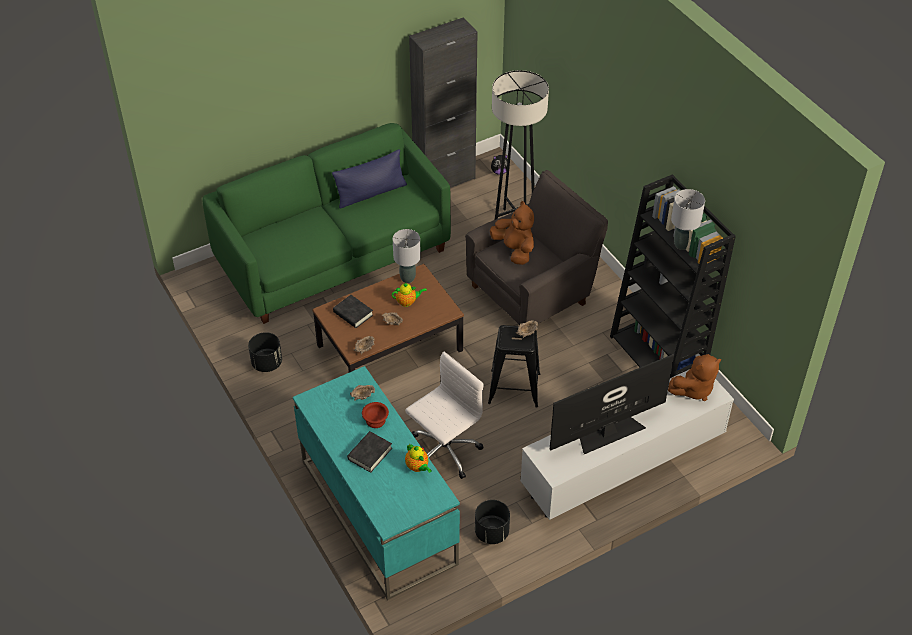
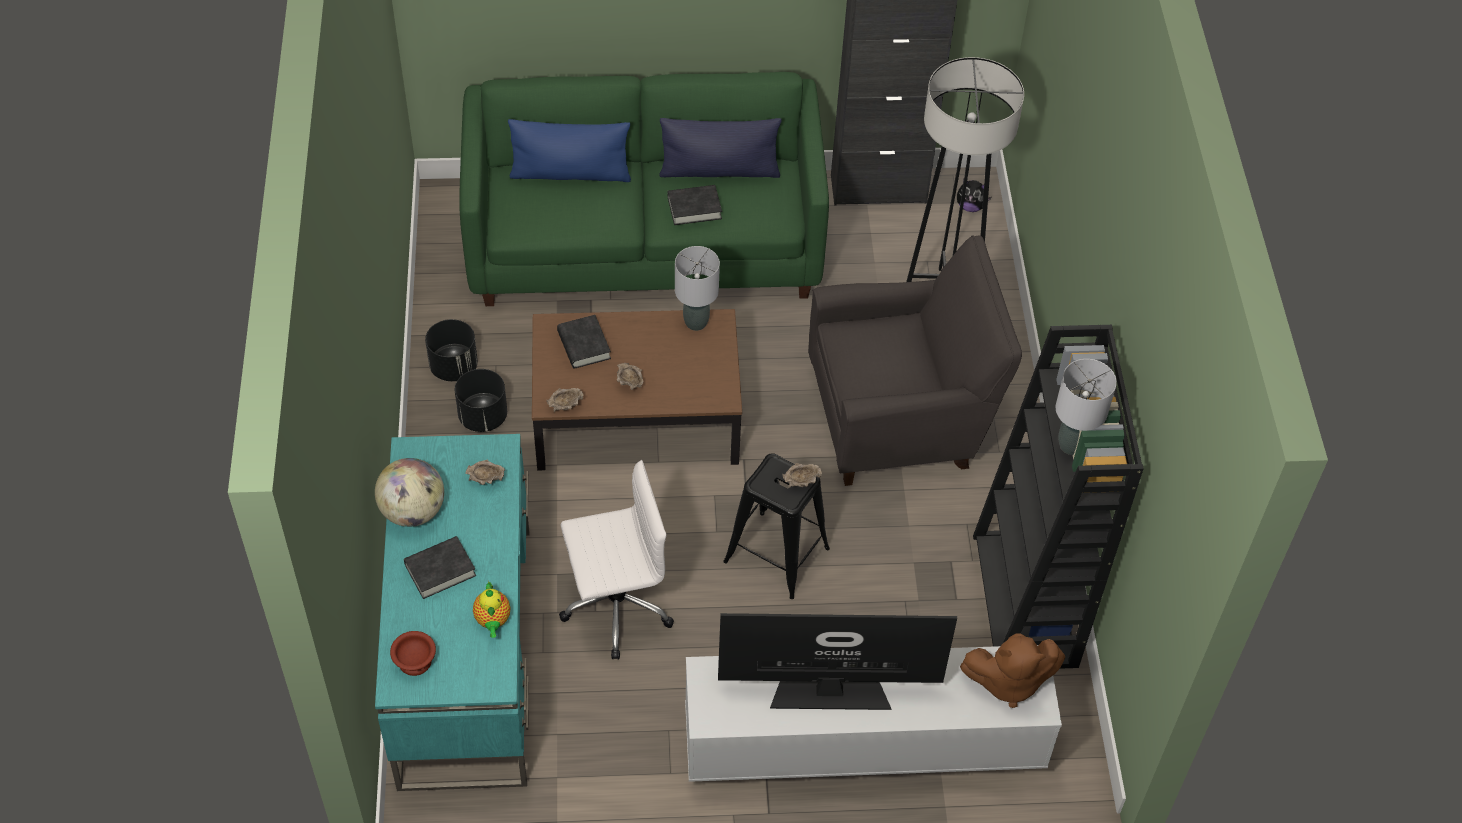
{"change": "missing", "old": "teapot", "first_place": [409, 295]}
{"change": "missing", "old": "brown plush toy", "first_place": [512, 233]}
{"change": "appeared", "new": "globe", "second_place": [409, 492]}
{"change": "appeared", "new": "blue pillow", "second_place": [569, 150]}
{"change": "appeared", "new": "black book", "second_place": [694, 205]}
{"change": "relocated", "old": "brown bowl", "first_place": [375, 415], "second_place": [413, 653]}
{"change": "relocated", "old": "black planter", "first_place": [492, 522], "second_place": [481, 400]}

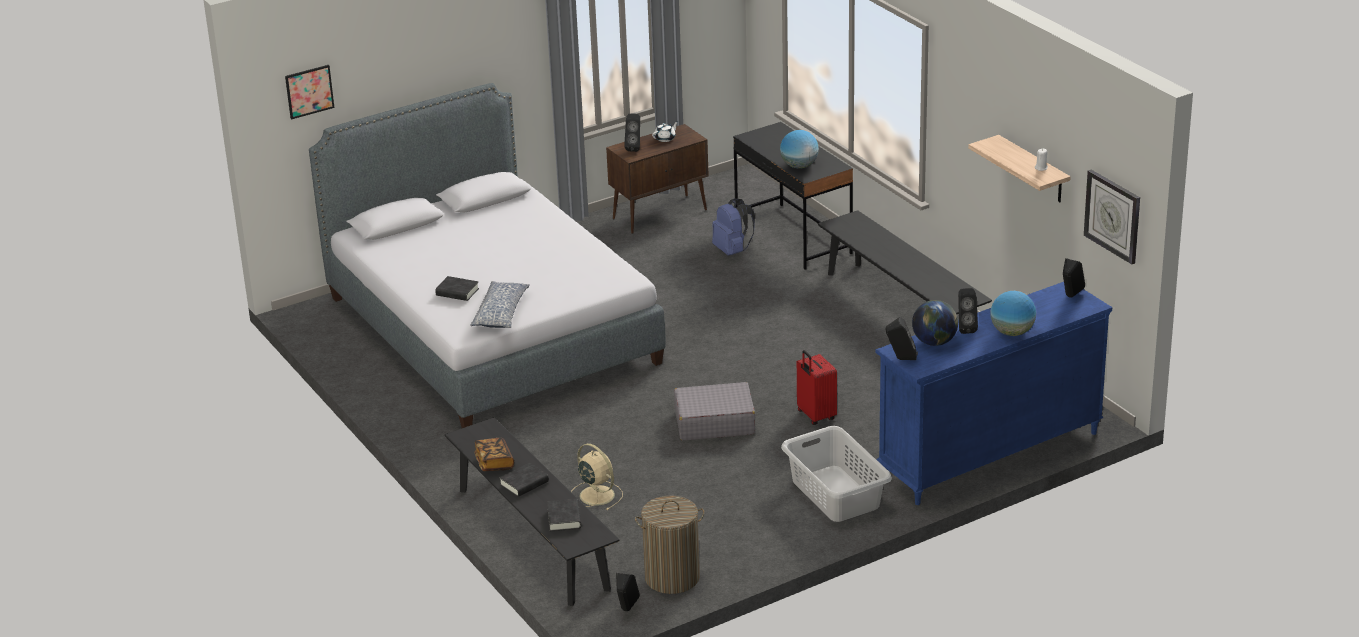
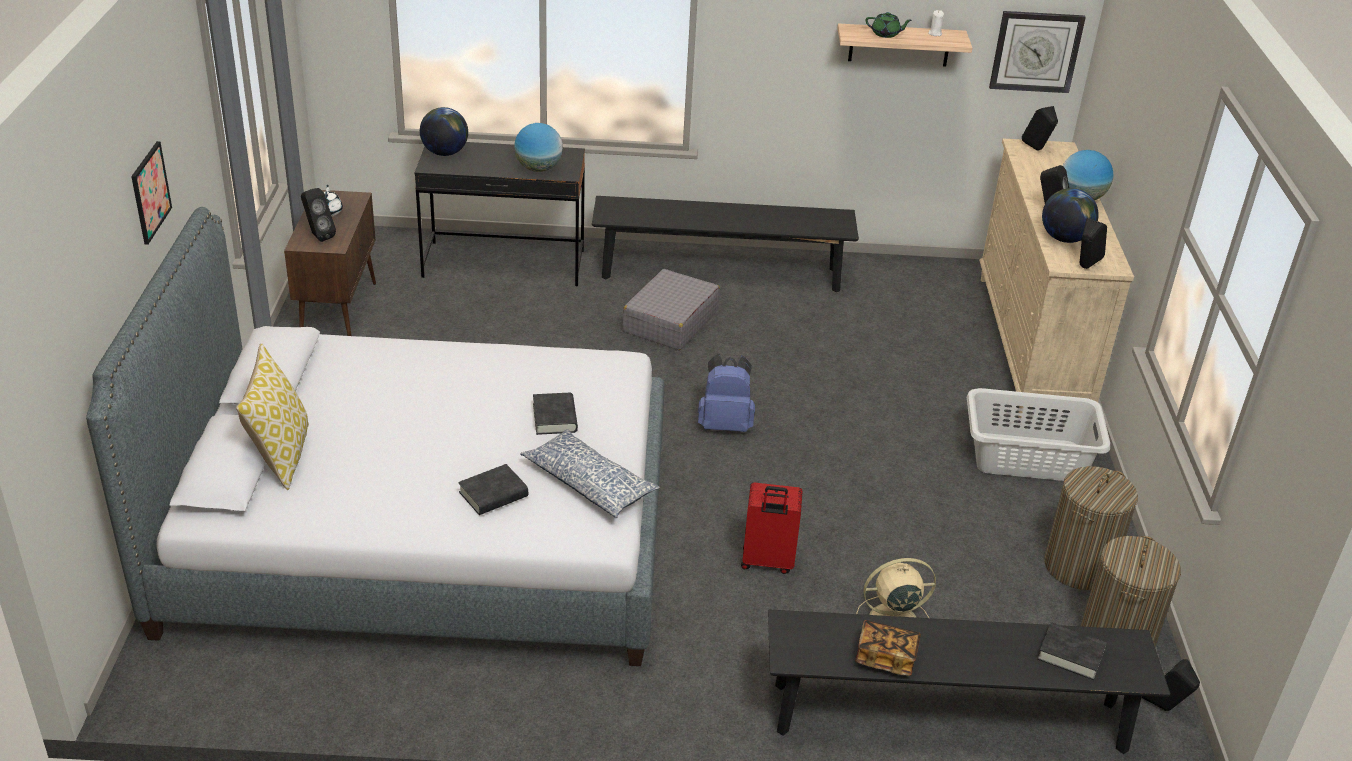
{"change": "appeared", "new": "pillow", "second_place": [272, 416]}
{"change": "appeared", "new": "globe", "second_place": [444, 131]}
{"change": "appeared", "new": "green teapot", "second_place": [889, 25]}
{"change": "appeared", "new": "laundry basket", "second_place": [1091, 528]}
{"change": "relocated", "old": "picture", "first_place": [309, 92], "second_place": [151, 193]}
{"change": "relocated", "old": "black book", "first_place": [524, 480], "second_place": [555, 414]}
{"change": "relocated", "old": "grey suitcase", "first_place": [714, 411], "second_place": [671, 309]}
{"change": "relocated", "old": "blue backpack", "first_place": [733, 227], "second_place": [726, 393]}
{"change": "relocated", "old": "red suitcase", "first_place": [817, 387], "second_place": [772, 528]}
{"change": "colour", "old": "blue dresser", "new": "beige dresser", "first_place": [994, 393], "second_place": [1056, 278]}

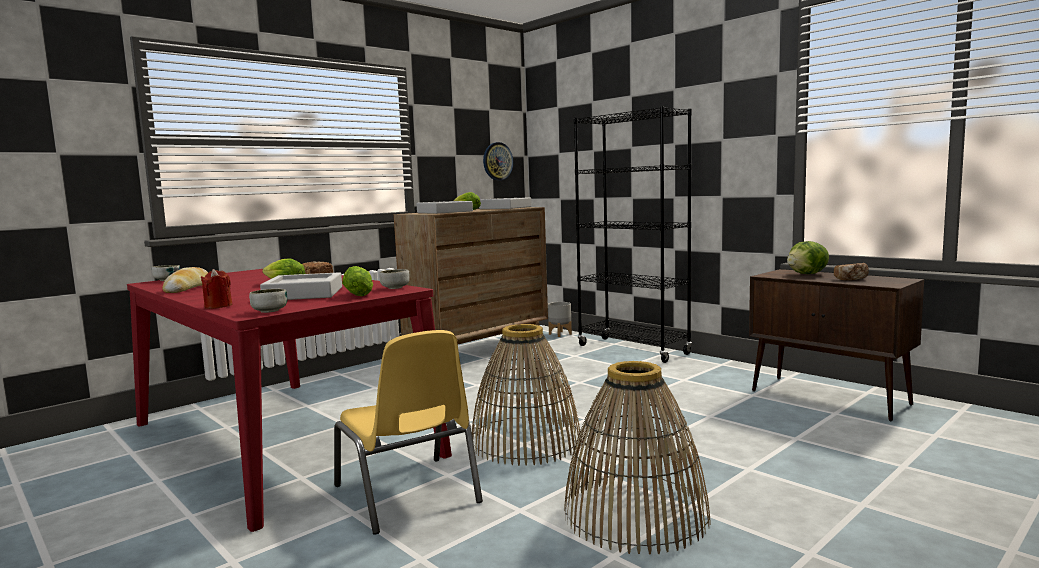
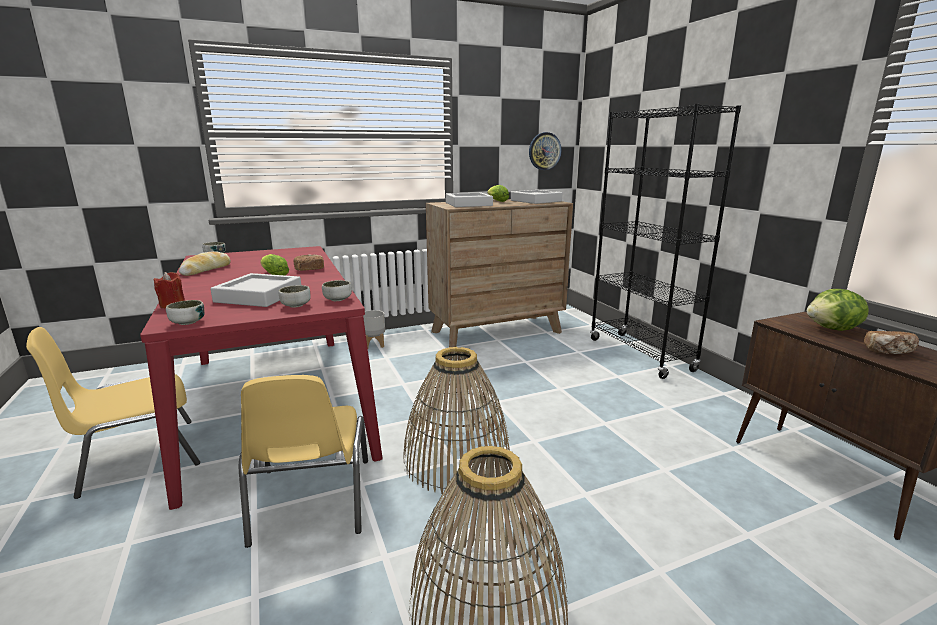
{"change": "appeared", "new": "yellow chair", "second_place": [113, 413]}
{"change": "relocated", "old": "grey planter", "first_place": [560, 319], "second_place": [374, 329]}
{"change": "exchanged", "old": "lettuce", "new": "bowl", "first_place": [357, 281], "second_place": [294, 296]}

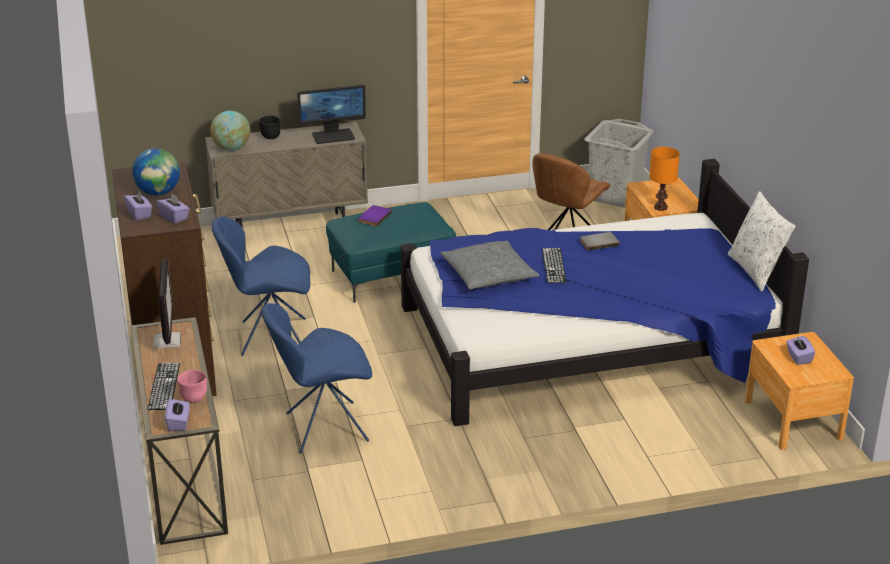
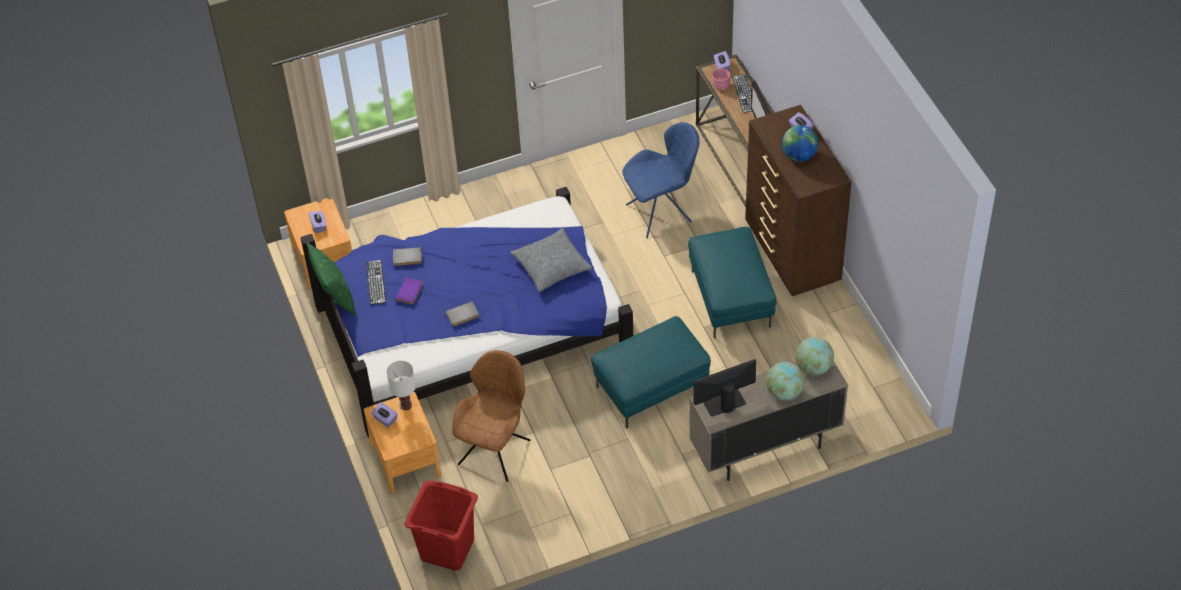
{"change": "appeared", "new": "grey book", "second_place": [407, 256]}
{"change": "relocated", "old": "purple tissue box", "first_place": [173, 208], "second_place": [384, 414]}
{"change": "relocated", "old": "purple book", "first_place": [375, 216], "second_place": [409, 290]}
{"change": "relocated", "old": "keyboard", "first_place": [554, 265], "second_place": [376, 282]}
{"change": "exchanged", "old": "blue chair", "new": "turquoise ottoman", "first_place": [261, 286], "second_place": [732, 282]}
{"change": "exchanged", "old": "black bowl", "new": "globe", "first_place": [269, 127], "second_place": [785, 381]}
{"change": "colour", "old": "grey laundry basket", "new": "red laundry basket", "first_place": [619, 163], "second_place": [441, 525]}
{"change": "colour", "old": "orange table lamp", "new": "white table lamp", "first_place": [664, 179], "second_place": [401, 385]}
{"change": "colour", "old": "white pillow", "new": "green pillow", "first_place": [762, 241], "second_place": [331, 278]}

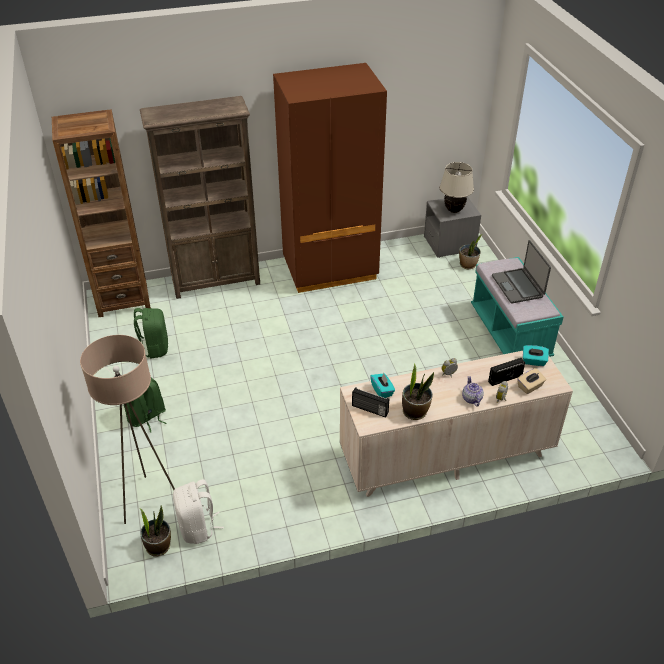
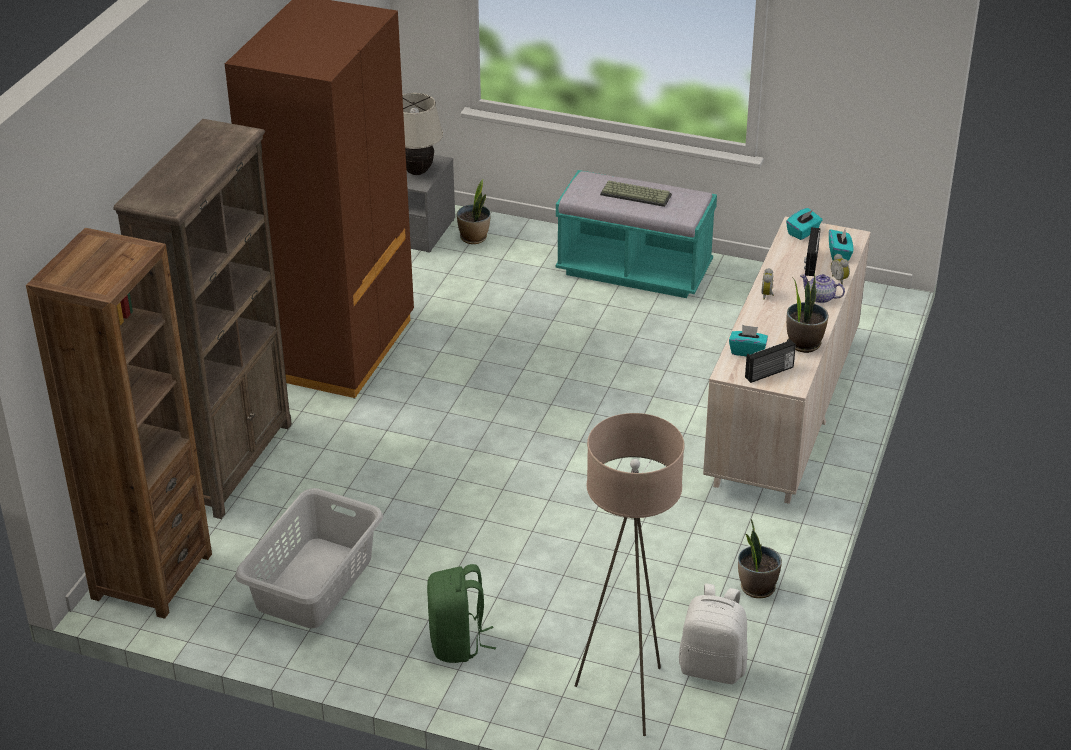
{"change": "relocated", "old": "potted plant", "first_place": [155, 531], "second_place": [760, 558]}
{"change": "exchanged", "old": "green backpack", "new": "grey laundry basket", "first_place": [151, 333], "second_place": [309, 558]}
{"change": "exchanged", "old": "laptop", "new": "keyboard", "first_place": [521, 271], "second_place": [636, 193]}
{"change": "colour", "old": "beige tissue box", "new": "turquoise tissue box", "first_place": [531, 381], "second_place": [841, 244]}

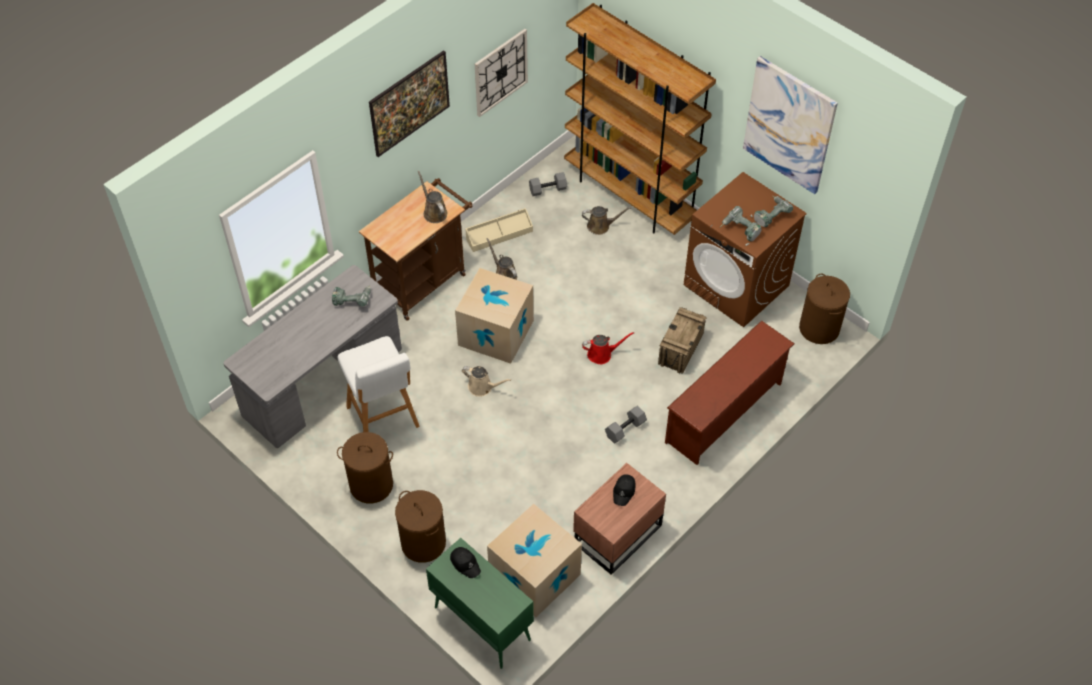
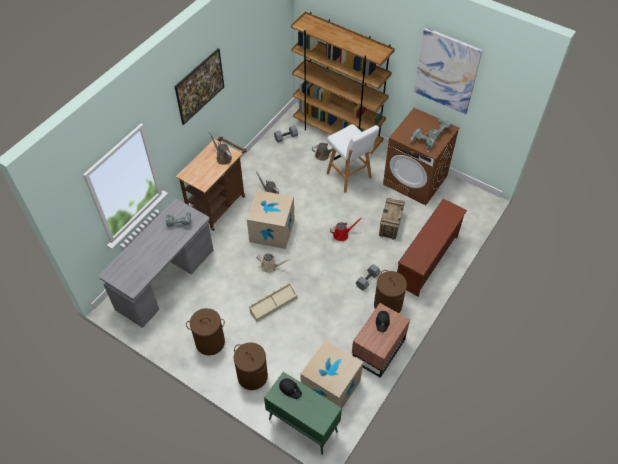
{"change": "missing", "old": "wall clock", "first_place": [501, 73]}
{"change": "relocated", "old": "white stool", "first_place": [379, 384], "second_place": [352, 158]}
{"change": "relocated", "old": "beige storage box", "first_place": [499, 230], "second_place": [273, 302]}
{"change": "relocated", "old": "brown laundry basket", "first_place": [824, 309], "second_place": [390, 291]}

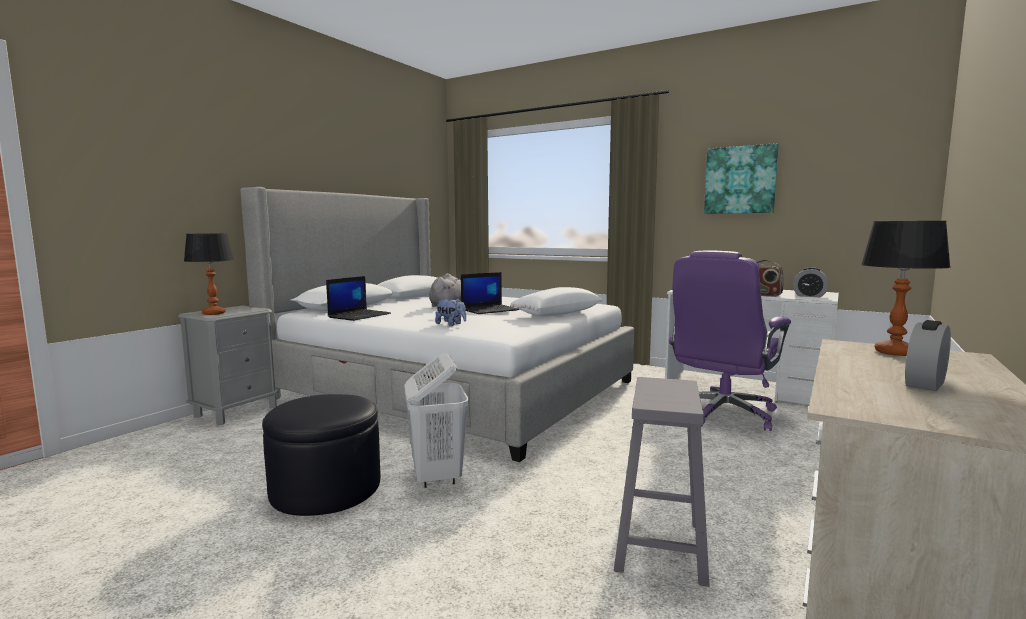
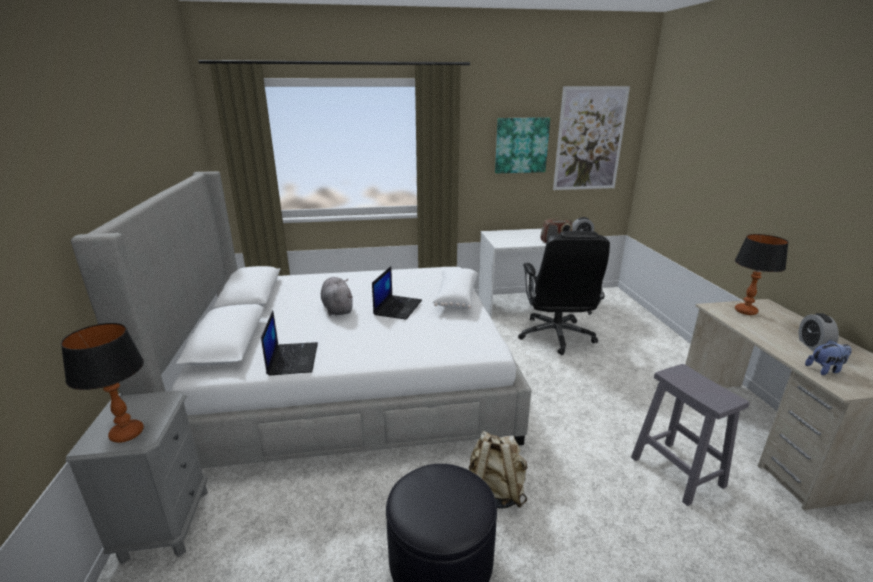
{"change": "appeared", "new": "picture", "second_place": [591, 138]}
{"change": "relocated", "old": "plush toy", "first_place": [450, 312], "second_place": [828, 357]}
{"change": "exchanged", "old": "white laundry basket", "new": "beige backpack", "first_place": [437, 420], "second_place": [498, 470]}
{"change": "colour", "old": "purple office chair", "new": "black office chair", "first_place": [730, 341], "second_place": [564, 293]}

